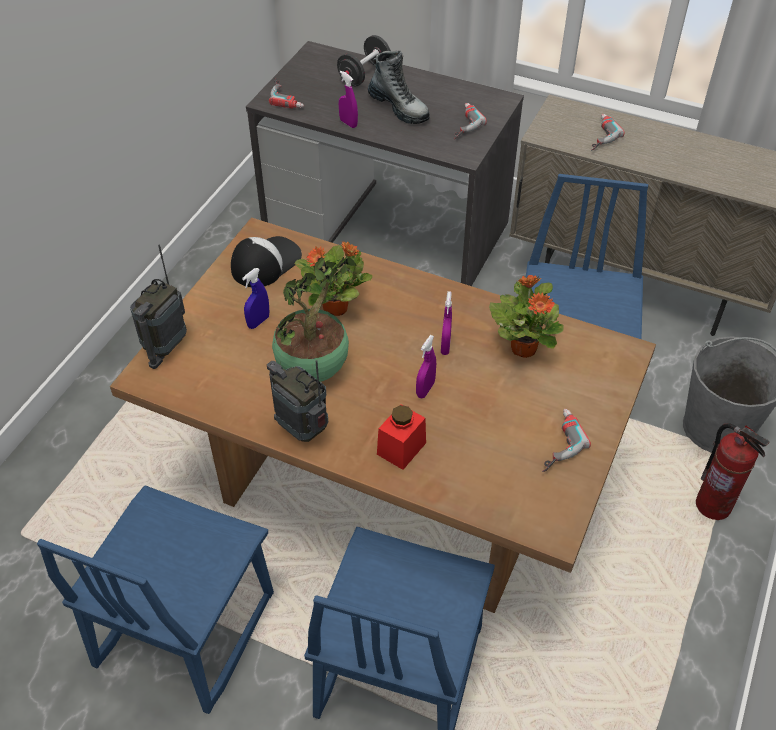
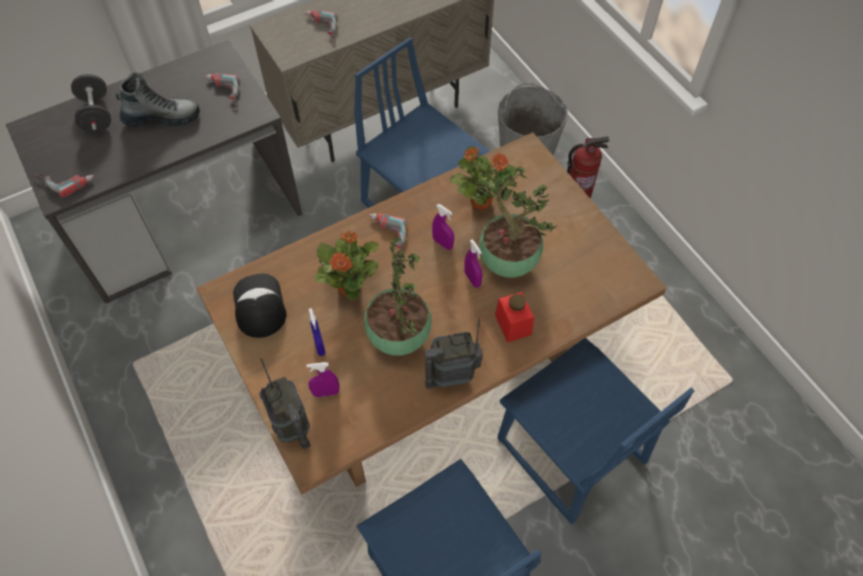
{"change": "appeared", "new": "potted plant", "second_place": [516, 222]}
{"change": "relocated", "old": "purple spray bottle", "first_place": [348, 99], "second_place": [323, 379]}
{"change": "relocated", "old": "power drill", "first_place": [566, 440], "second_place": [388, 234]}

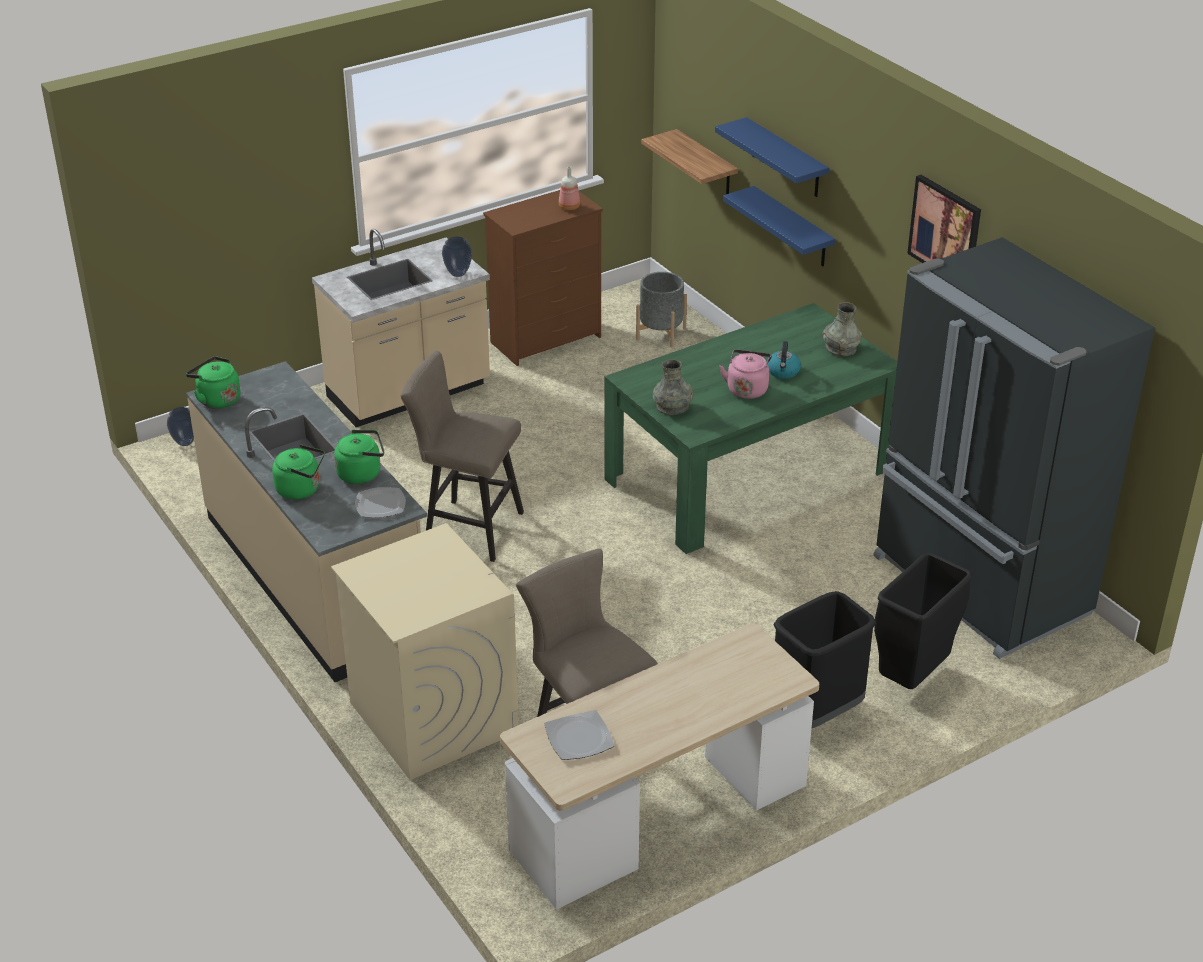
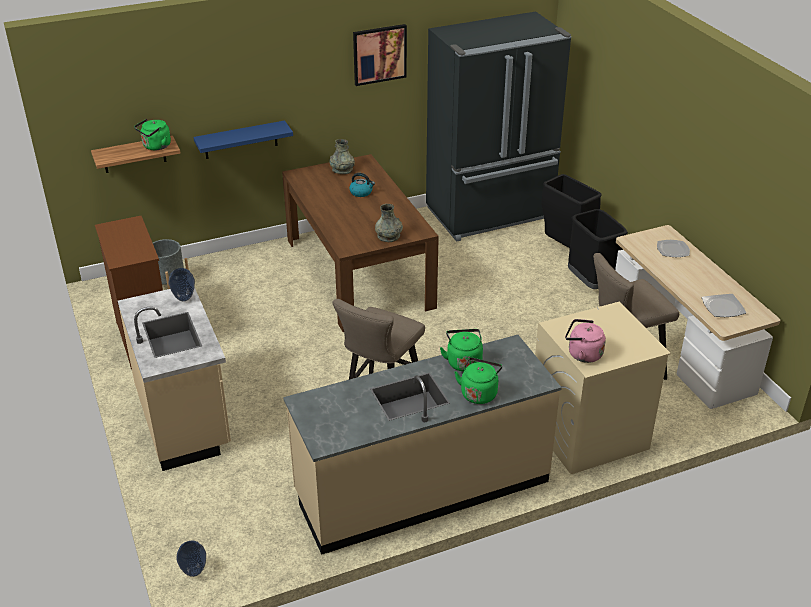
{"change": "missing", "old": "bottle", "first_place": [569, 188]}
{"change": "missing", "old": "blue shelf", "first_place": [772, 157]}
{"change": "relocated", "old": "green kettle", "first_place": [213, 382], "second_place": [152, 134]}
{"change": "relocated", "old": "plate", "first_place": [380, 502], "second_place": [673, 248]}
{"change": "relocated", "old": "pink kettle", "first_place": [745, 374], "second_place": [585, 341]}
{"change": "colour", "old": "green dining table", "new": "brown dining table", "first_place": [750, 428], "second_place": [360, 243]}

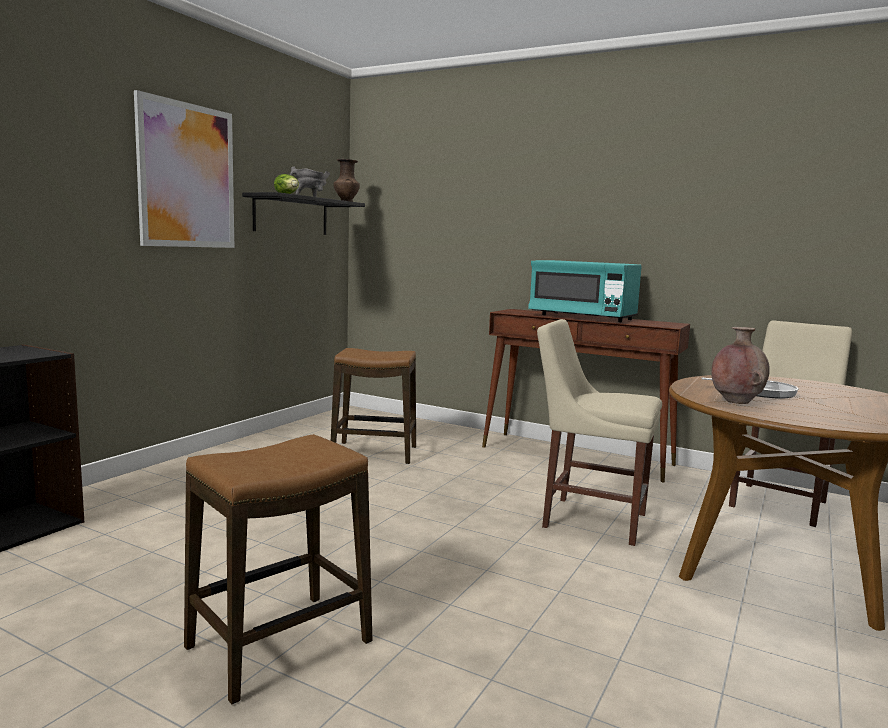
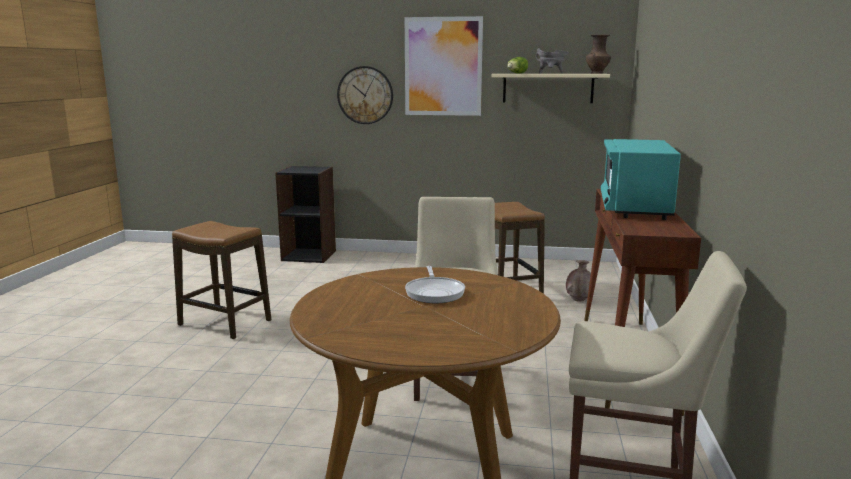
{"change": "appeared", "new": "wall clock", "second_place": [365, 95]}
{"change": "relocated", "old": "brown vase", "first_place": [740, 365], "second_place": [578, 281]}
{"change": "colour", "old": "black shelf", "new": "beige shelf", "first_place": [303, 213], "second_place": [550, 88]}

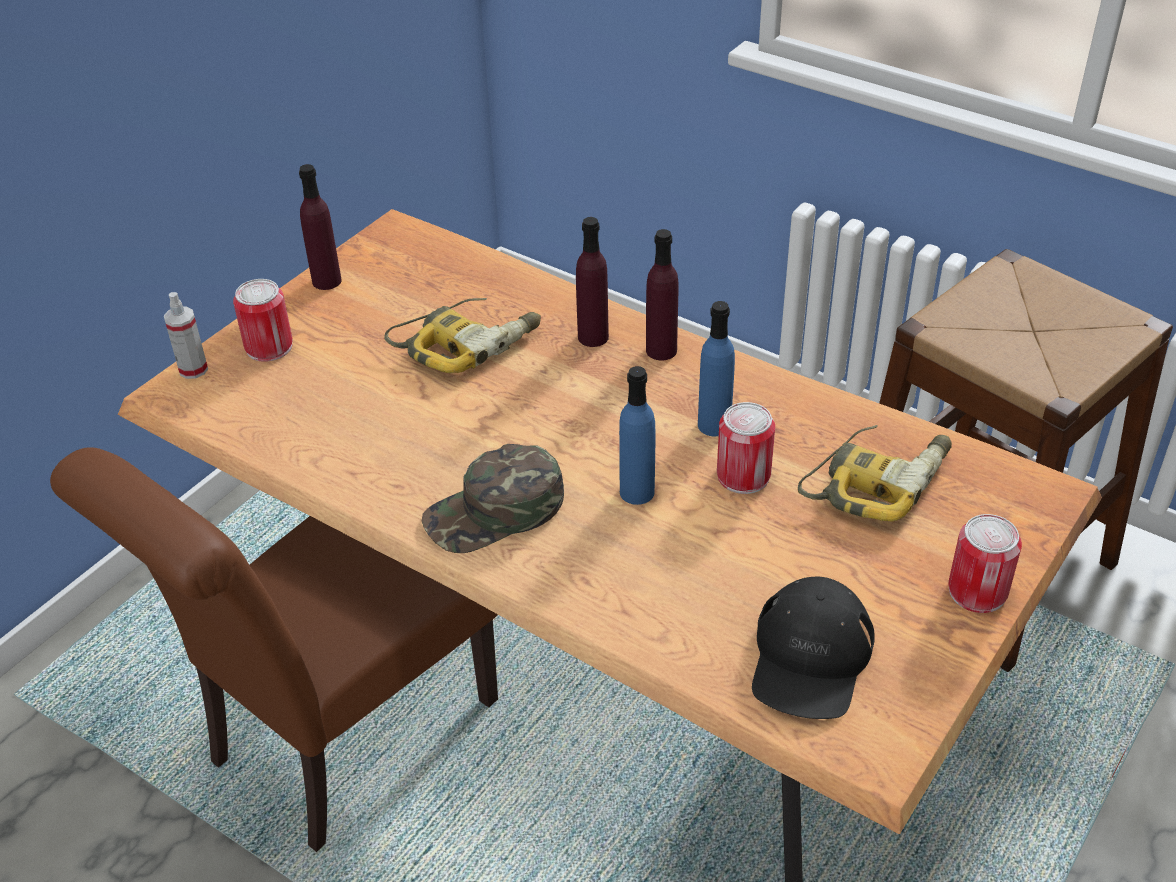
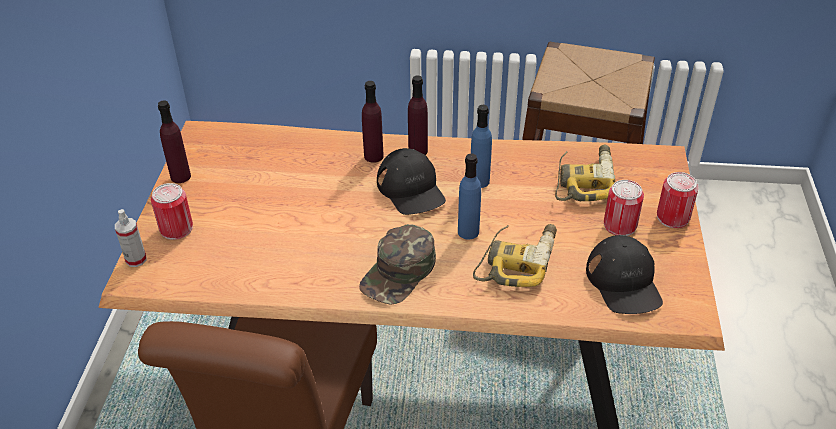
{"change": "appeared", "new": "black cap", "second_place": [411, 181]}
{"change": "relocated", "old": "power drill", "first_place": [462, 335], "second_place": [515, 255]}
{"change": "relocated", "old": "can", "first_place": [746, 448], "second_place": [624, 208]}

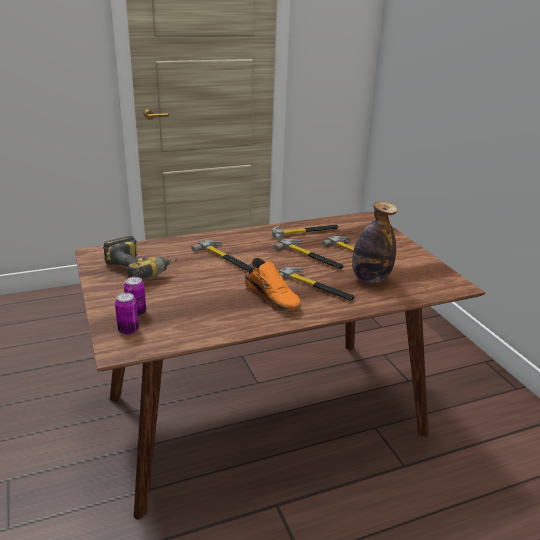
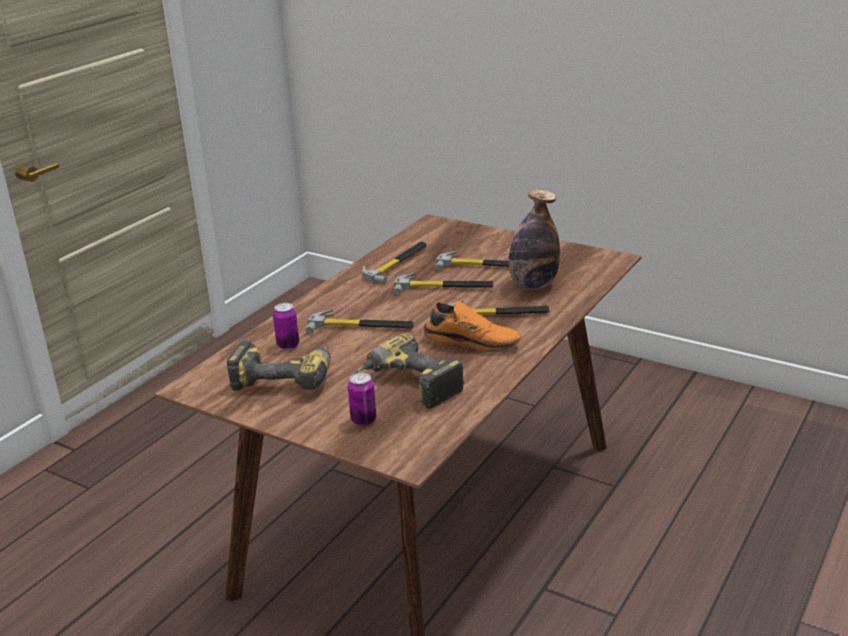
{"change": "appeared", "new": "power drill", "second_place": [409, 370]}
{"change": "relocated", "old": "can", "first_place": [127, 314], "second_place": [286, 326]}

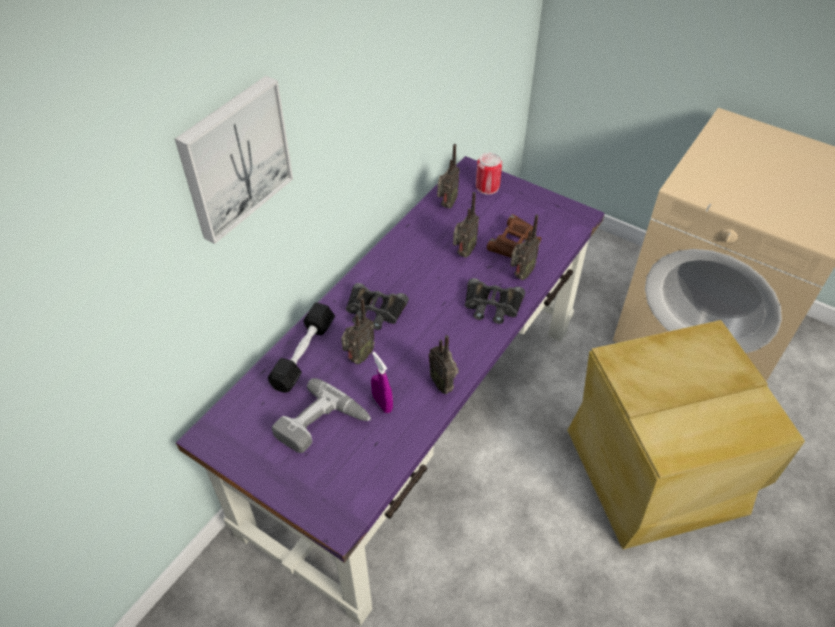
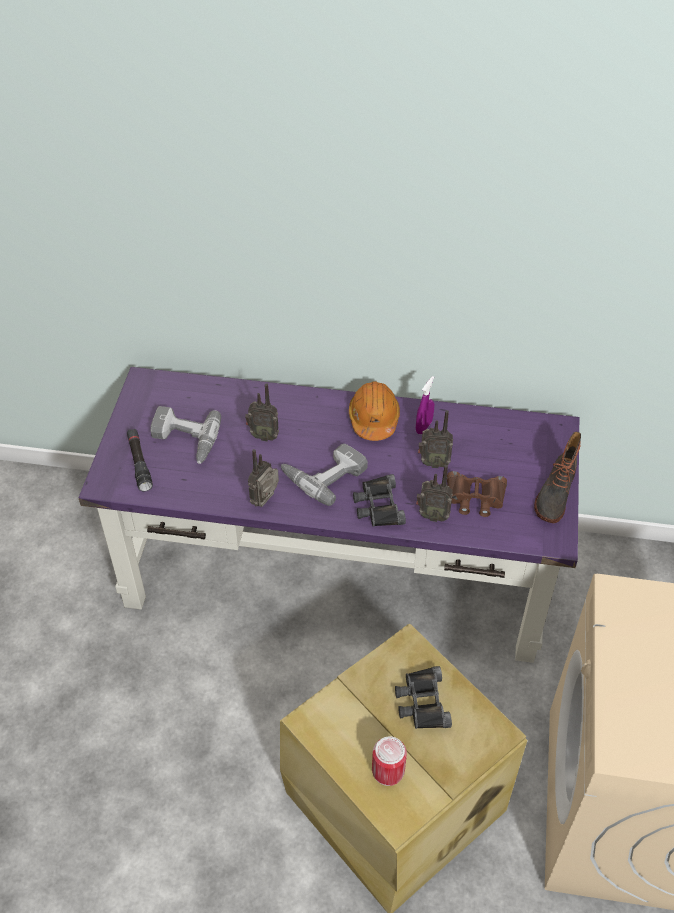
{"change": "missing", "old": "picture", "first_place": [234, 160]}
{"change": "missing", "old": "black dumbbell", "first_place": [301, 347]}
{"change": "missing", "old": "radio", "first_place": [448, 176]}
{"change": "appeared", "new": "black flashlight", "second_place": [140, 460]}
{"change": "appeared", "new": "power drill", "second_place": [324, 475]}
{"change": "appeared", "new": "orange hard hat", "second_place": [374, 411]}
{"change": "appeared", "new": "boot", "second_place": [557, 477]}
{"change": "relocated", "old": "black binoculars", "first_place": [377, 306], "second_place": [423, 697]}
{"change": "relocated", "old": "purple spray bottle", "first_place": [382, 382], "second_place": [425, 405]}
{"change": "relocated", "old": "can", "first_place": [489, 173], "second_place": [389, 761]}

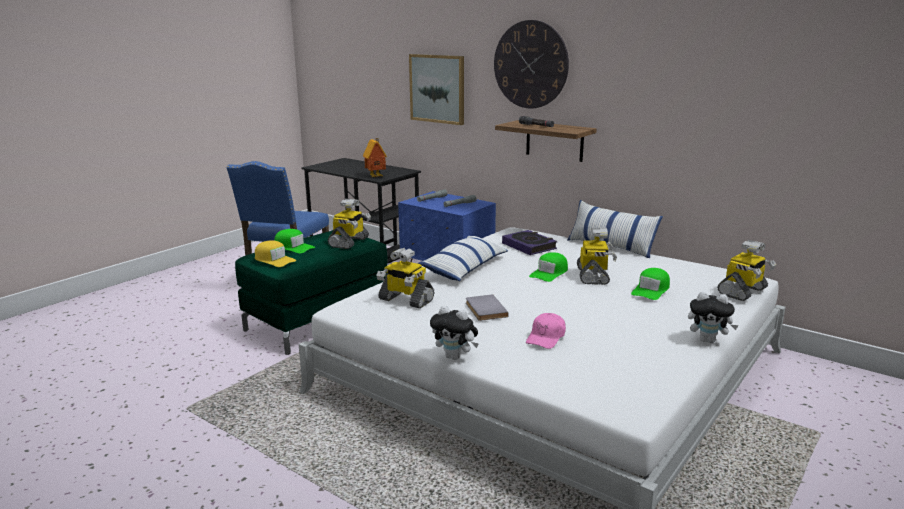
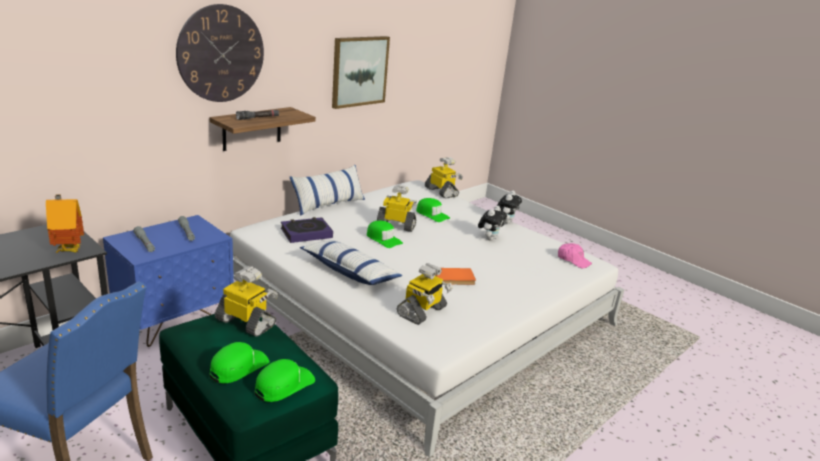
{"change": "relocated", "old": "picture", "first_place": [436, 89], "second_place": [361, 72]}
{"change": "relocated", "old": "plush toy", "first_place": [454, 332], "second_place": [492, 223]}
{"change": "relocated", "old": "pink cap", "first_place": [546, 331], "second_place": [575, 255]}
{"change": "colour", "old": "yellow cap", "new": "green cap", "first_place": [276, 253], "second_place": [284, 380]}
{"change": "colour", "old": "grey book", "new": "orange book", "first_place": [487, 307], "second_place": [455, 276]}

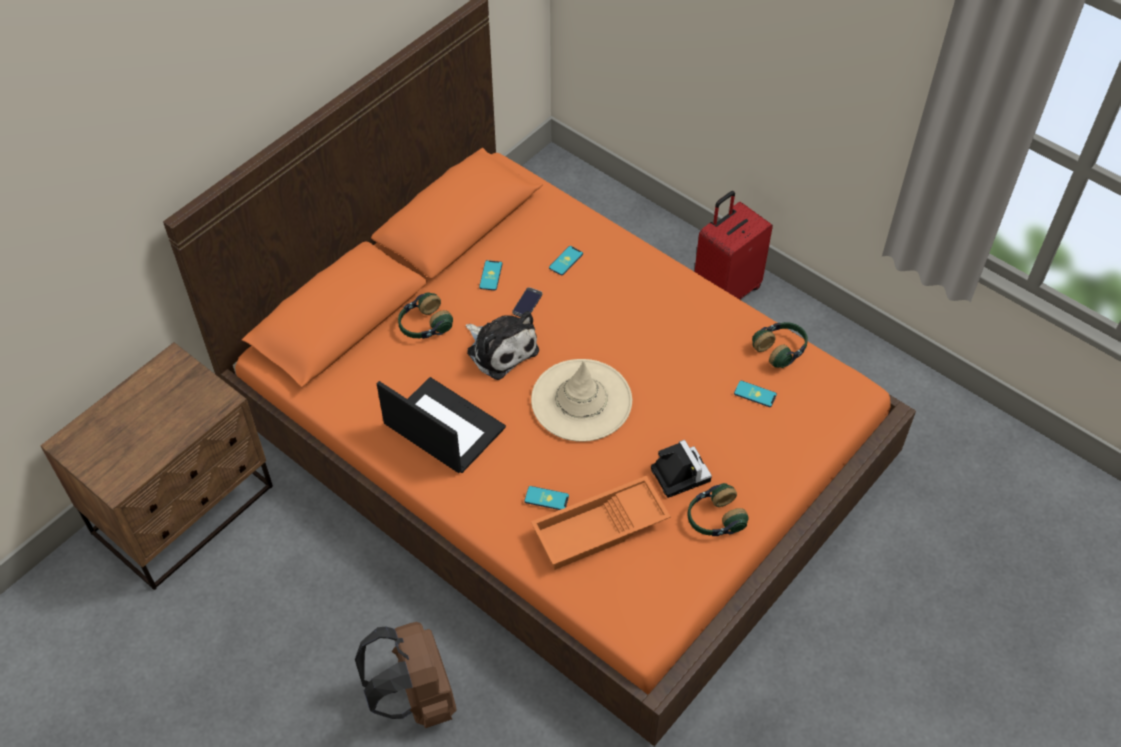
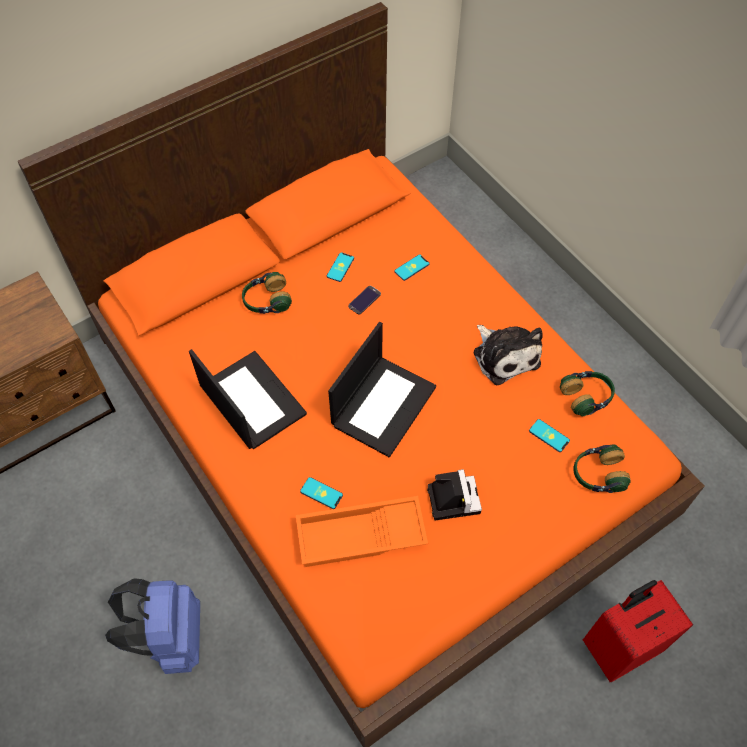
{"change": "relocated", "old": "plush toy", "first_place": [502, 345], "second_place": [508, 355]}
{"change": "relocated", "old": "headphones", "first_place": [718, 509], "second_place": [601, 469]}
{"change": "relocated", "old": "red suitcase", "first_place": [733, 245], "second_place": [638, 631]}
{"change": "exchanged", "old": "beige hat", "new": "laptop", "first_place": [581, 400], "second_place": [382, 389]}
{"change": "colour", "old": "brown backpack", "new": "blue backpack", "first_place": [405, 675], "second_place": [152, 626]}

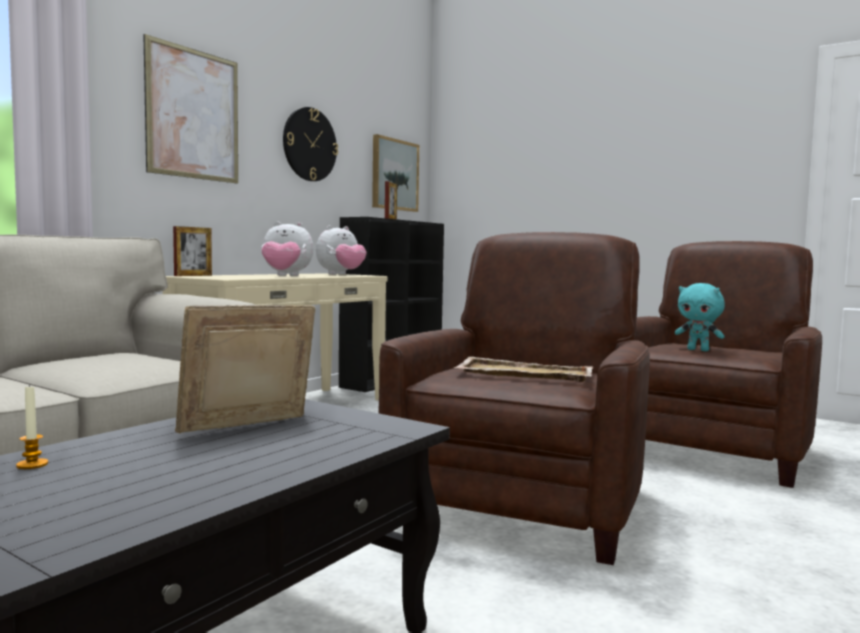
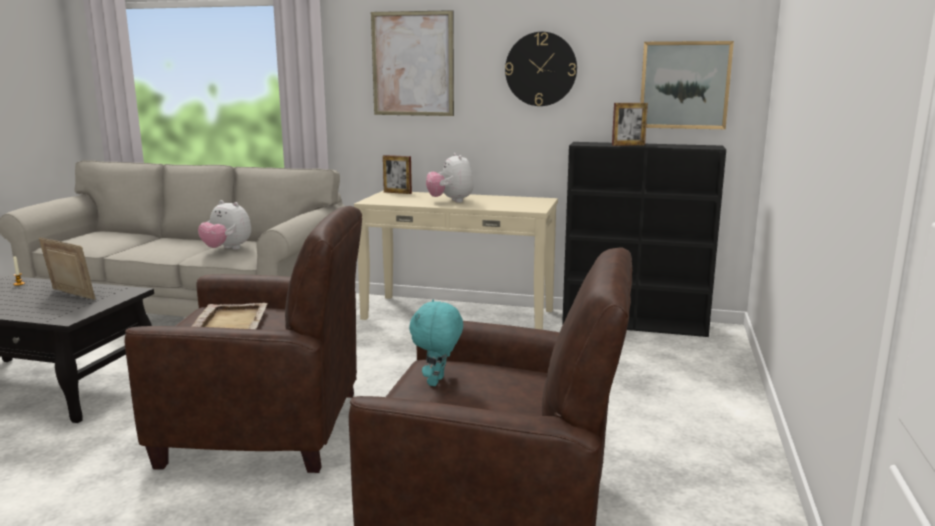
{"change": "relocated", "old": "plush toy", "first_place": [341, 250], "second_place": [224, 225]}

